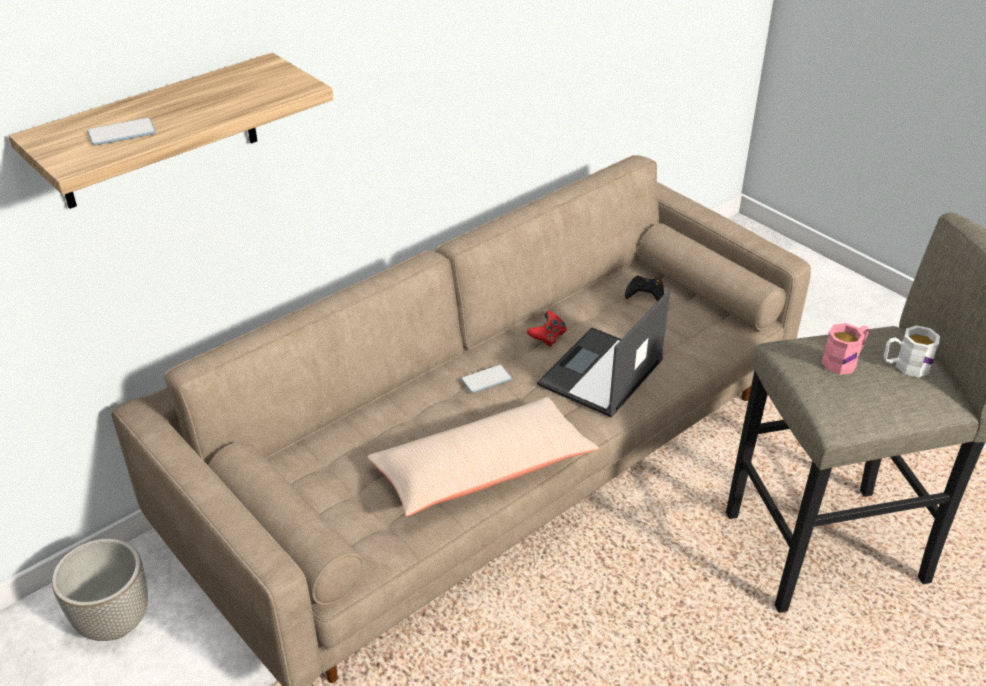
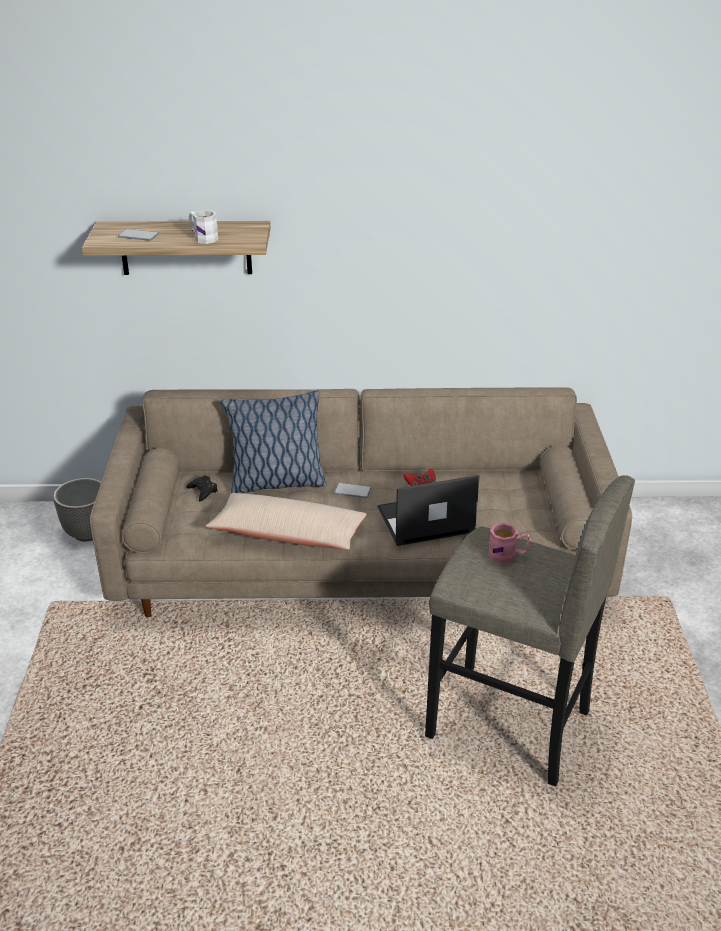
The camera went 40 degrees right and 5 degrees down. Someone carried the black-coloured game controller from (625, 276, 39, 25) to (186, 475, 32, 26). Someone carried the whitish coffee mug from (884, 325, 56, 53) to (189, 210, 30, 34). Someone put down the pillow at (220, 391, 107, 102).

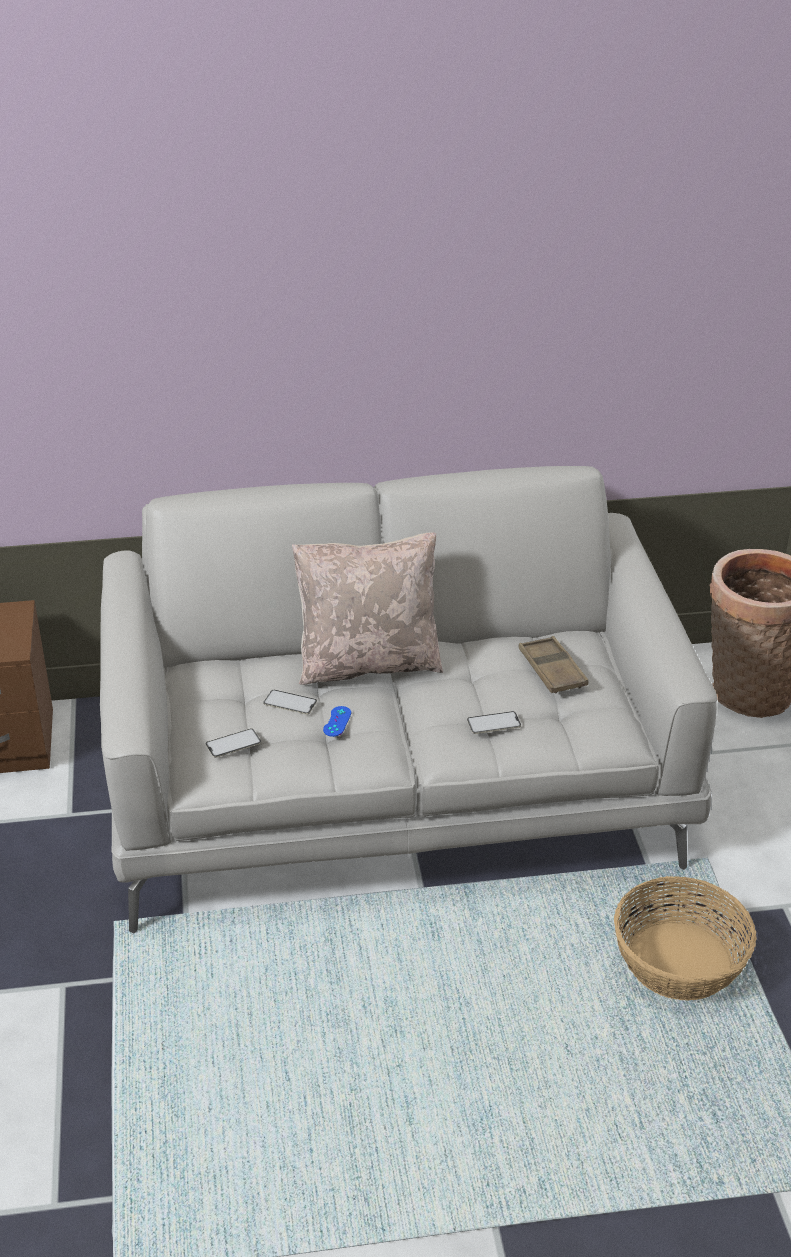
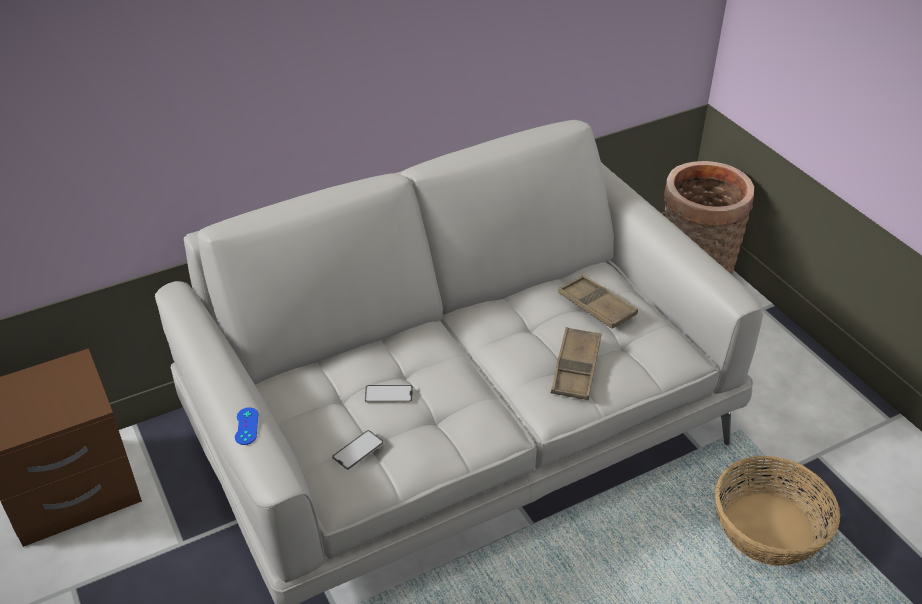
The camera went 20 degrees left and 5 degrees up. Someone took away the sand-coloured pillow at (292, 532, 152, 153). Someone carried the blue-coloured game controller from (323, 706, 28, 31) to (235, 407, 23, 38). Someone swapped the telephone at (467, 711, 54, 23) for the brownish carrying tray at (551, 327, 51, 73).

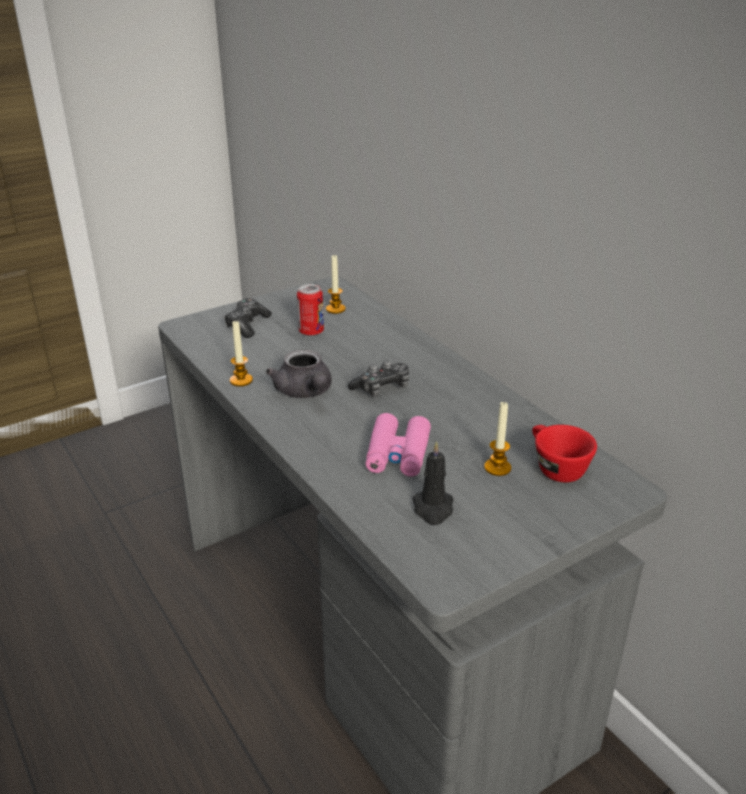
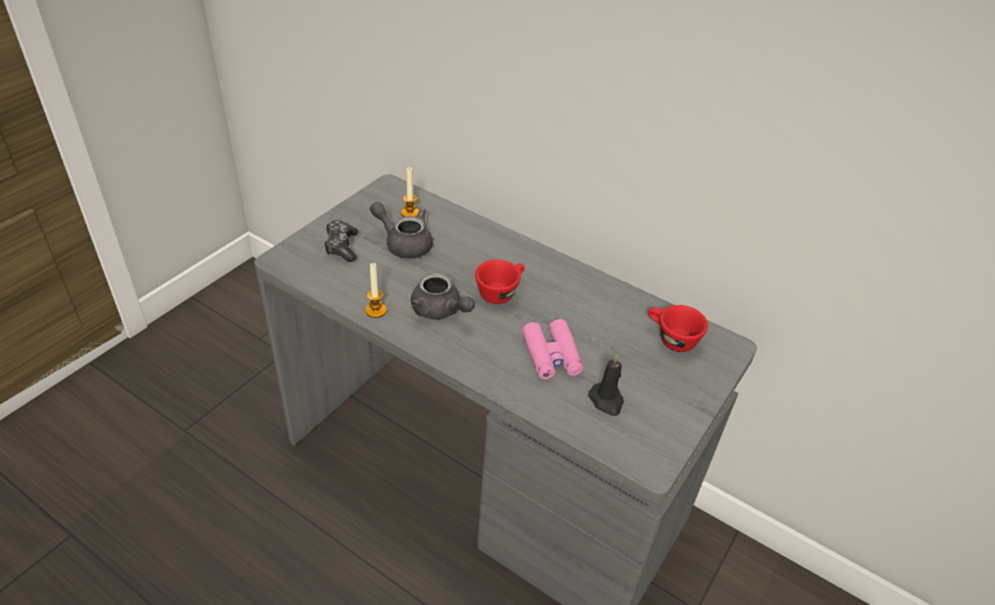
The camera went 25 degrees left and 10 degrees up. Someone swapped the metal can at (297, 284, 27, 52) for the greyish teapot at (370, 202, 63, 56). Someone swapped the game controller at (348, 361, 61, 36) for the red-coloured drinking cup at (475, 260, 49, 44). Someone took away the candle at (484, 401, 27, 75).

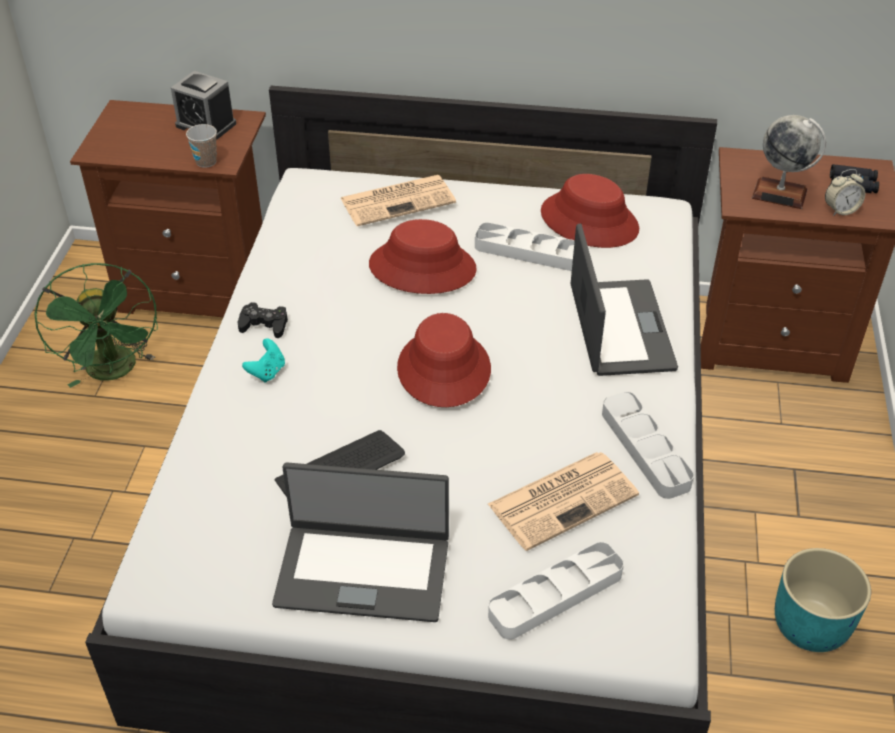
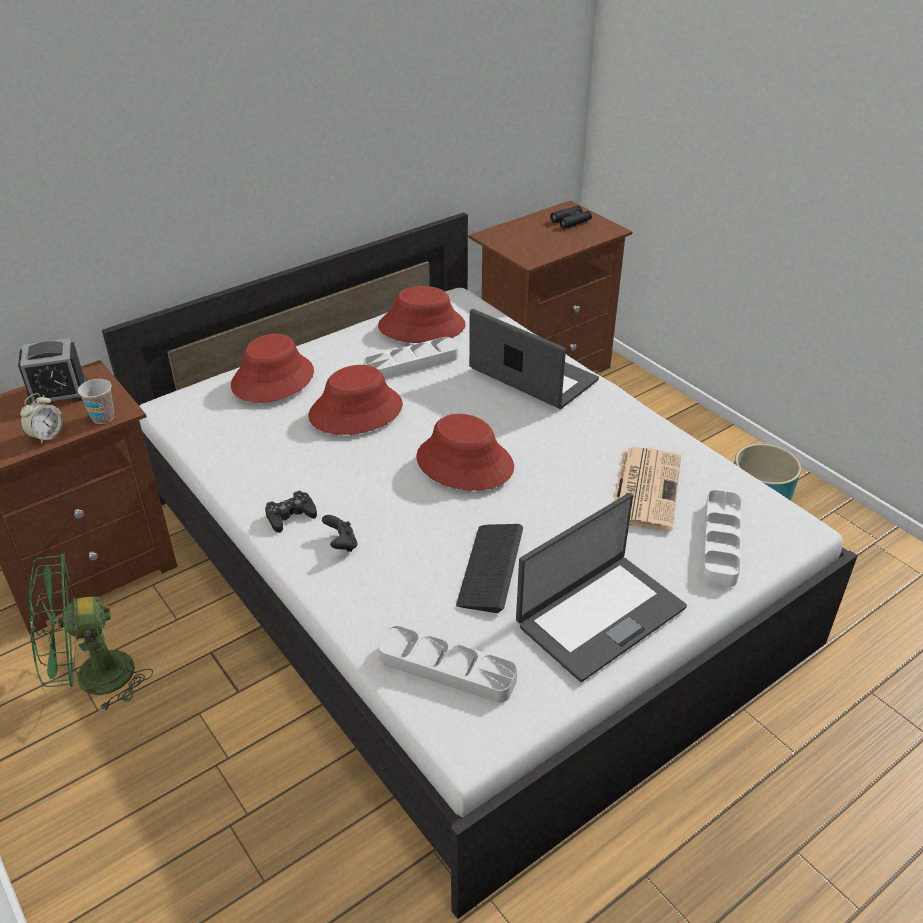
The camera went 45 degrees left and 5 degrees down. Someone rotated the green-coloured fan at (34, 263, 124, 125) by 135 degrees clockwise. Someone repainted the turquoise-coloured game controller at (242, 338, 43, 45), which became the black-coloured game controller at (322, 515, 35, 37). Someone swapped the printed paper at (341, 175, 115, 51) for the red-coloured hat at (231, 334, 83, 69). Someone carried the greyish carrying tray from (602, 392, 92, 107) to (379, 626, 138, 77). Someone took away the globe at (752, 115, 74, 94). Someone carried the bedside clock from (825, 169, 40, 47) to (20, 393, 43, 52).

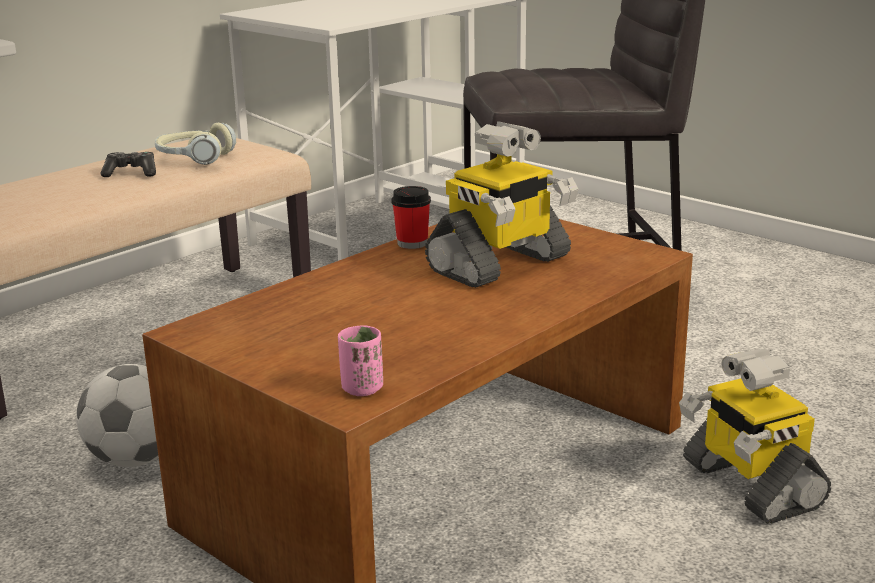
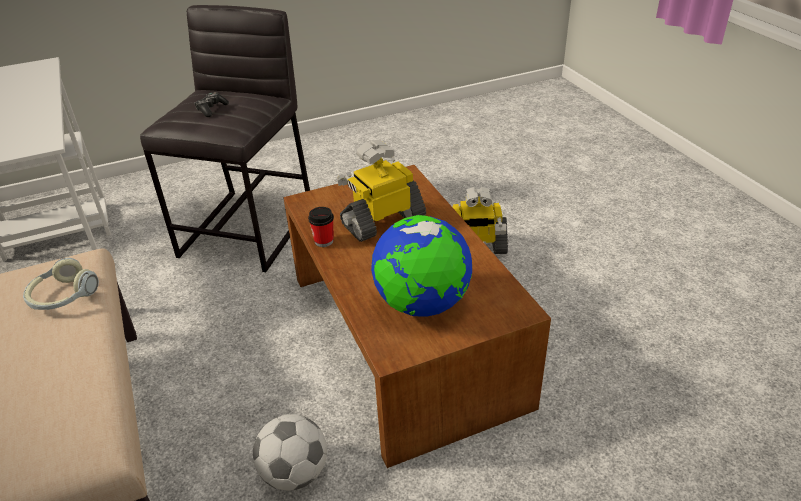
The camera went 65 degrees left and 15 degrees up. Someone carried the game controller from (100, 152, 56, 25) to (194, 92, 35, 25). Someone took away the pinkish drinking cup at (338, 325, 45, 71). Someone rotated the robot figure at (425, 121, 153, 167) by 105 degrees counterclockwise. Someone put down the globe at (371, 215, 101, 102).

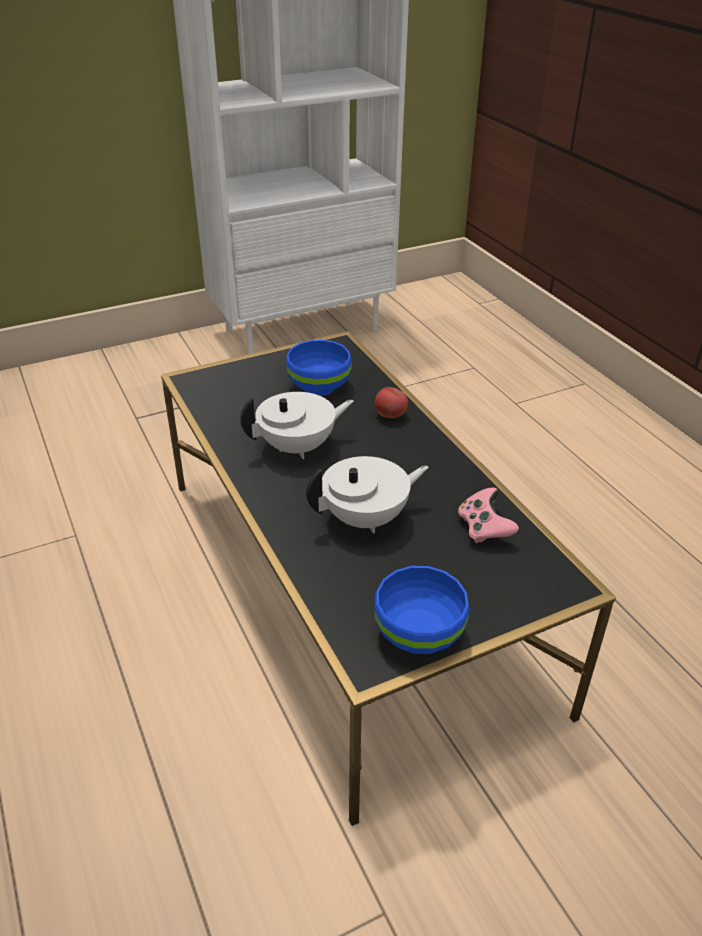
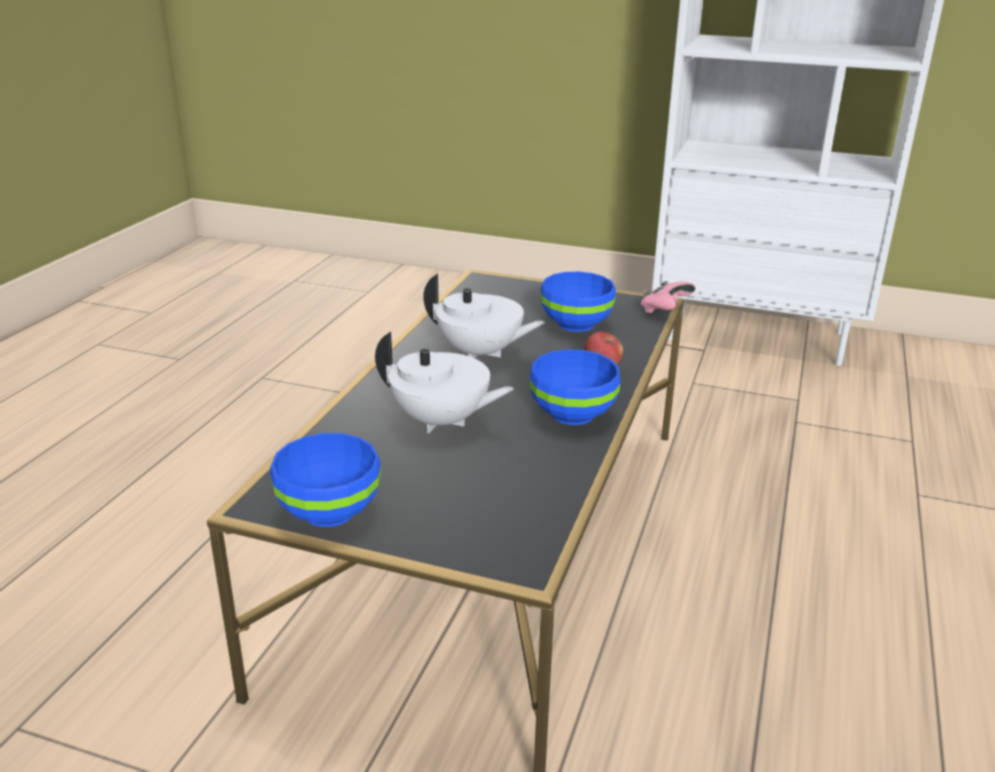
The camera went 45 degrees right and 10 degrees down. Someone carried the pinkish game controller from (458, 488, 61, 55) to (641, 281, 55, 32). Someone put down the blue-coloured deep dish at (530, 349, 90, 76).

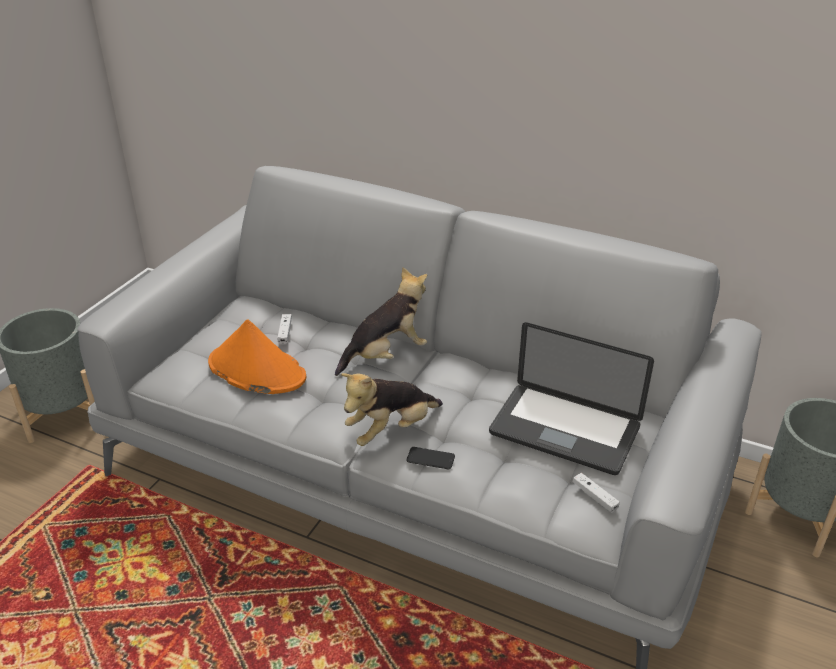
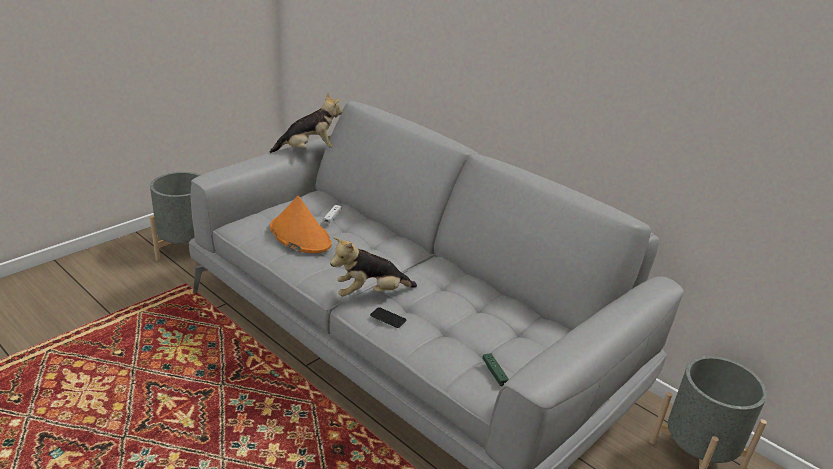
The camera went 15 degrees right and 5 degrees down. Someone carried the cuddly toy from (335, 267, 92, 109) to (269, 93, 74, 60). Someone took away the laptop at (489, 322, 165, 153). Someone repainted the whitish game controller at (573, 473, 47, 40), which became the green-coloured game controller at (482, 353, 27, 33).

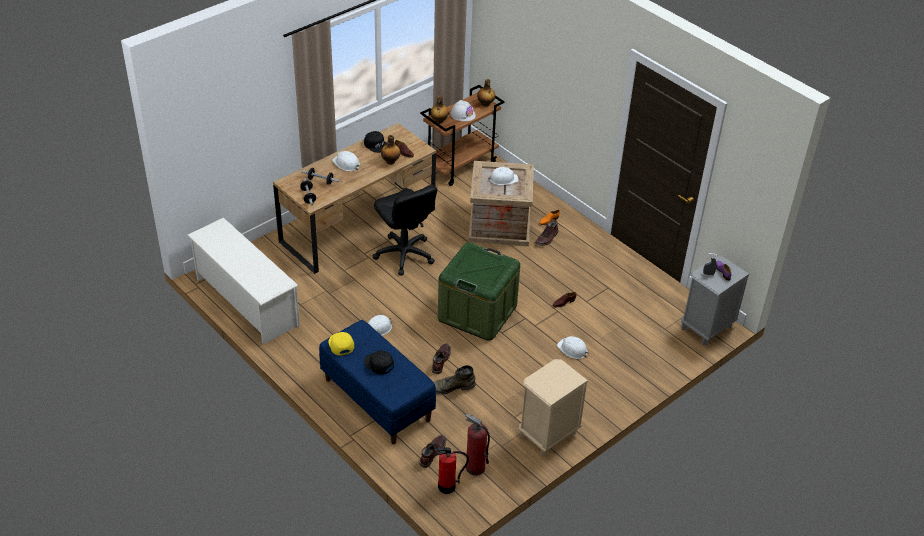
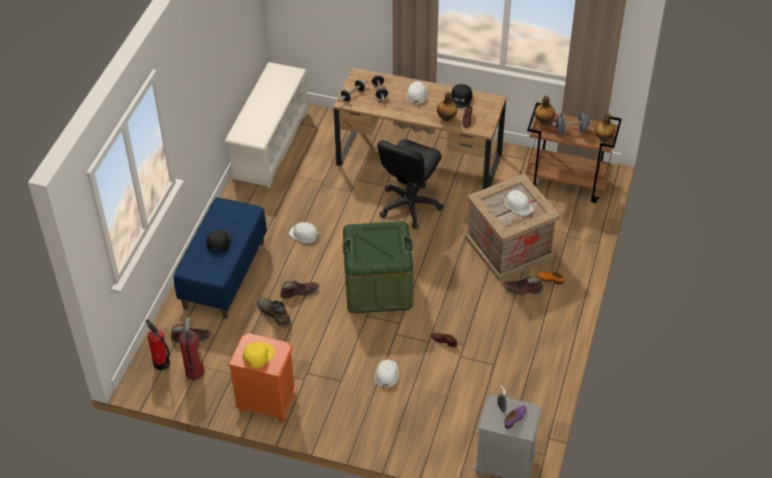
The camera went 60 degrees right and 5 degrees up. Someone carried the yellow cap from (328, 332, 26, 23) to (243, 342, 31, 26). Someone swapped the whitish hard hat at (450, 100, 26, 21) for the greyish free weight at (552, 112, 40, 23). Someone repainted the sand-coloured nightstand at (519, 359, 69, 97), which became the orangey nightstand at (228, 333, 69, 90).

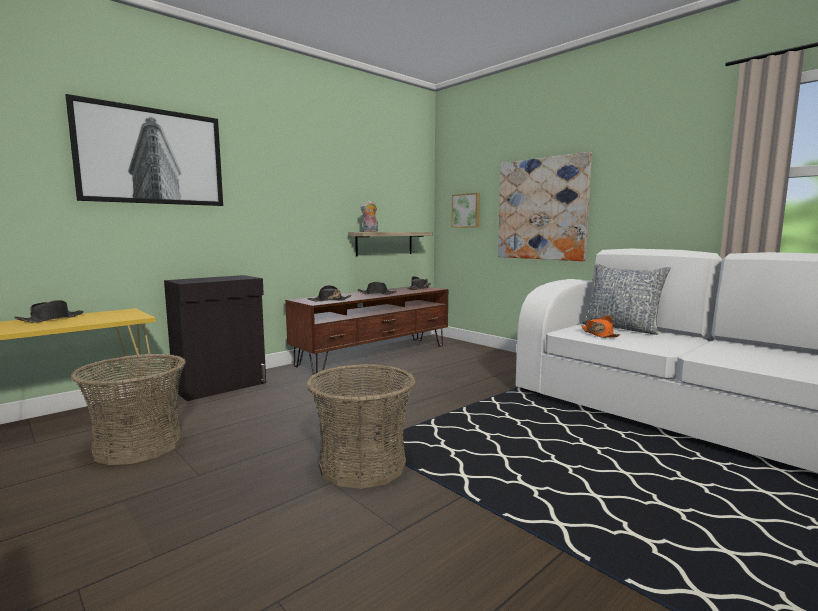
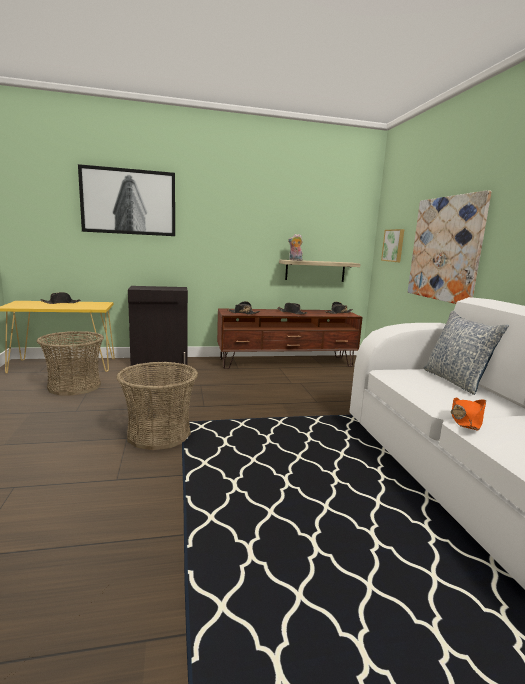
The camera went 30 degrees right and 5 degrees up. Someone carried the orangey hat from (582, 316, 38, 22) to (451, 397, 35, 33).

